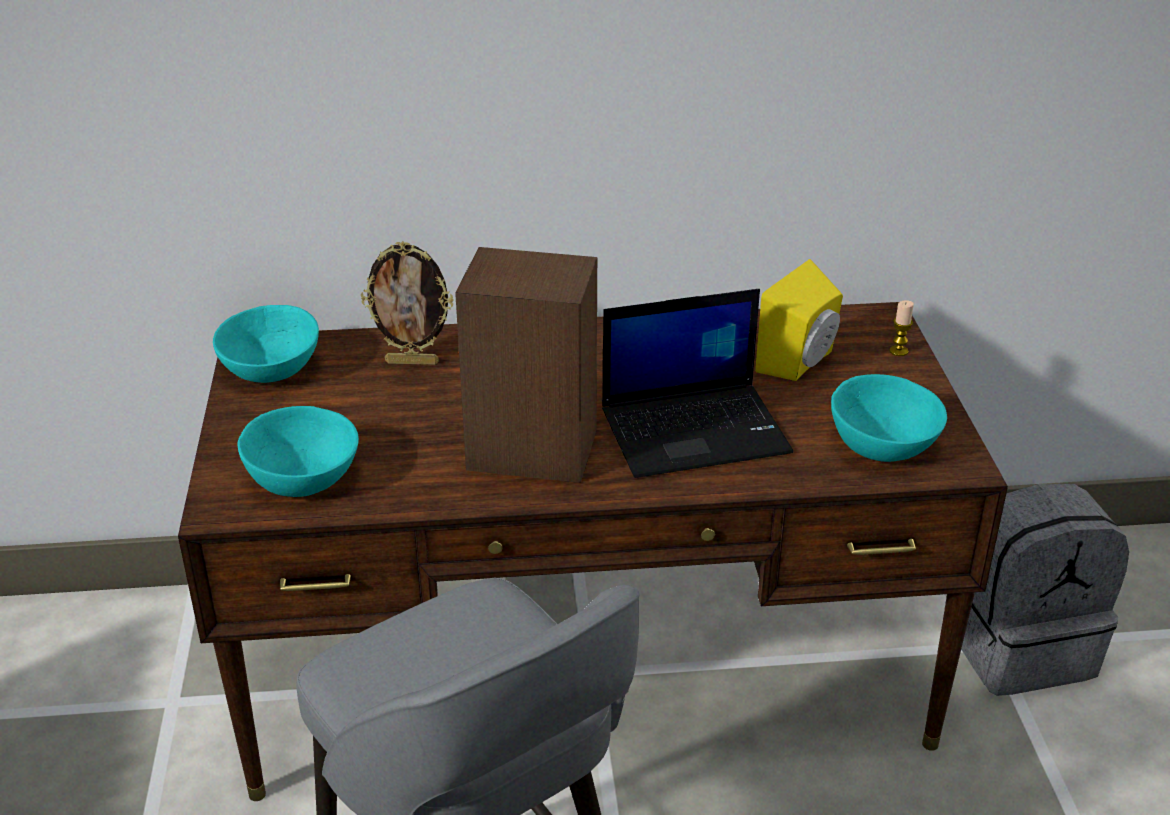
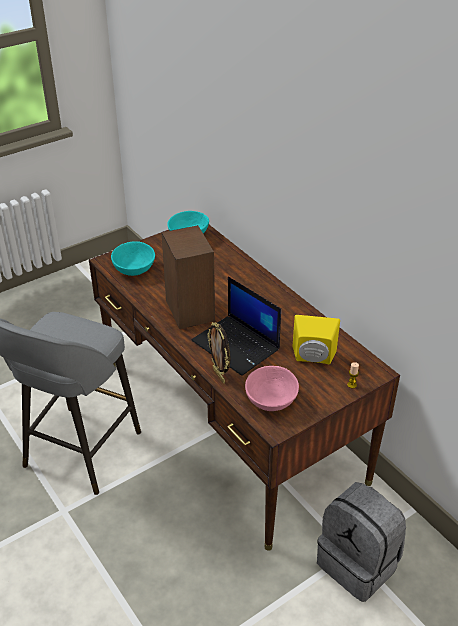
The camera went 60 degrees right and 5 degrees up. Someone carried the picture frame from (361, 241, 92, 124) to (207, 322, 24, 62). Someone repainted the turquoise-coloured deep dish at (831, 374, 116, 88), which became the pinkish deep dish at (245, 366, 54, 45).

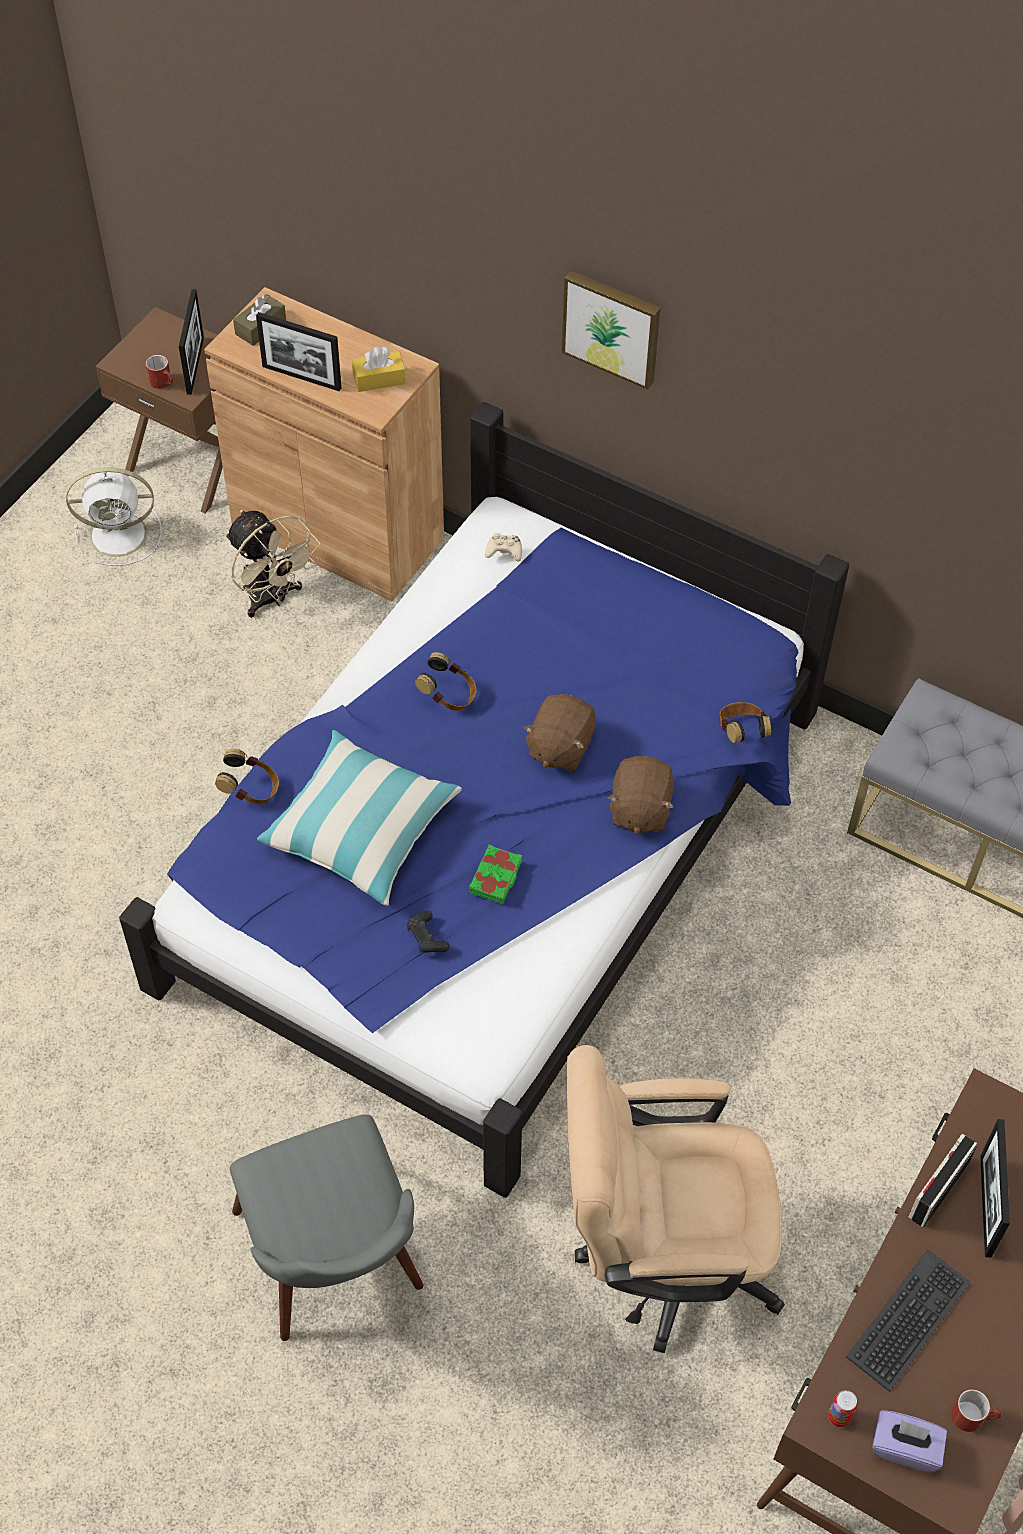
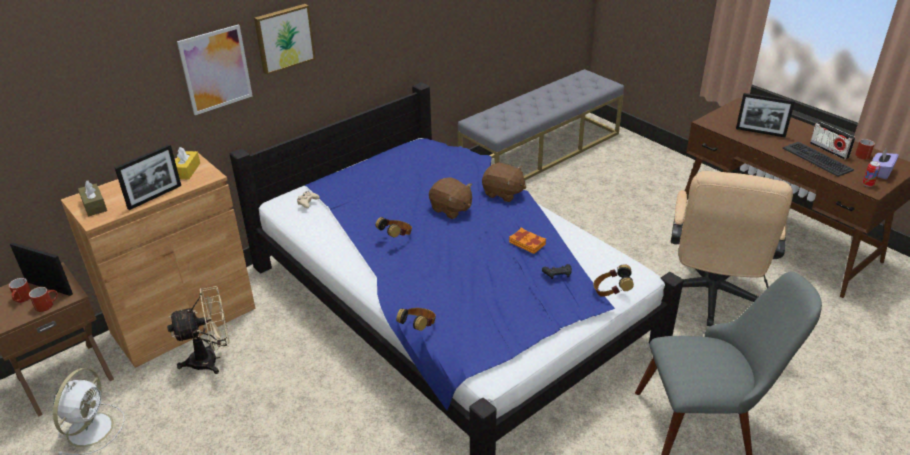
The camera went 70 degrees left and 20 degrees down. Someone took away the pillow at (257, 730, 205, 176). Someone repainted the green-coloured volume at (469, 844, 53, 60), which became the orangey volume at (509, 228, 37, 26). Someone carried the headset from (719, 702, 52, 41) to (593, 264, 41, 33). Someone carried the radio from (909, 1134, 68, 93) to (810, 122, 46, 38). Someone put down the red-coloured coffee mug at (9, 278, 22, 25). Someone put up the picture at (177, 24, 76, 91).

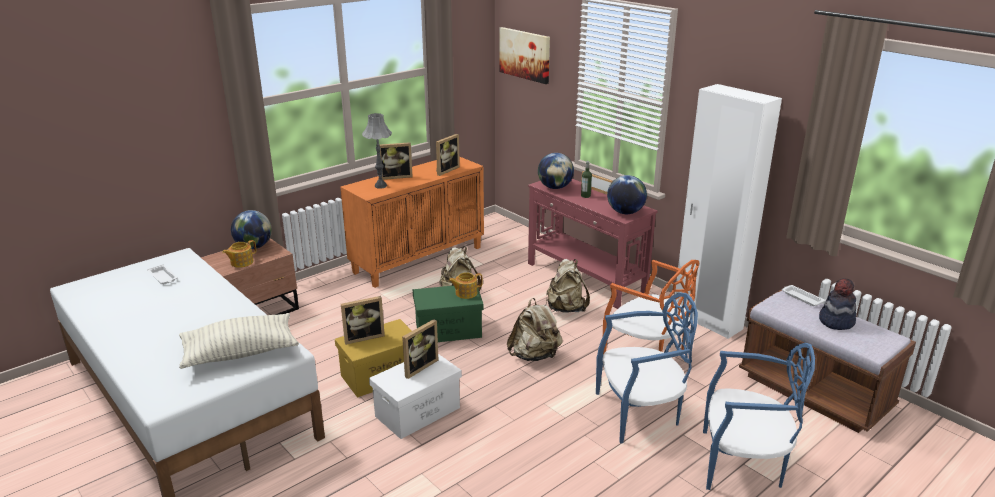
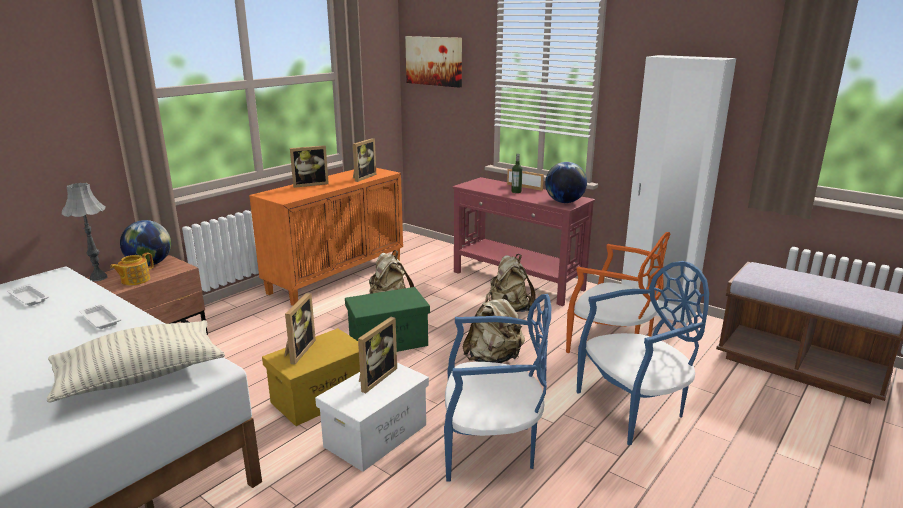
The camera went 10 degrees left and 5 degrees down. Someone rotated the picture frame at (341, 296, 44, 49) by 45 degrees counterclockwise. Someone carried the greyish table lamp from (362, 113, 30, 76) to (61, 183, 47, 98). Someone took away the teapot at (448, 272, 35, 27). Someone took away the globe at (538, 153, 36, 36). Someone carried the blue-coloured plain chair from (703, 343, 112, 147) to (444, 294, 107, 187). Someone carried the whitish carrying tray from (782, 285, 44, 21) to (79, 304, 42, 25). Someone took away the hat at (819, 278, 37, 52).

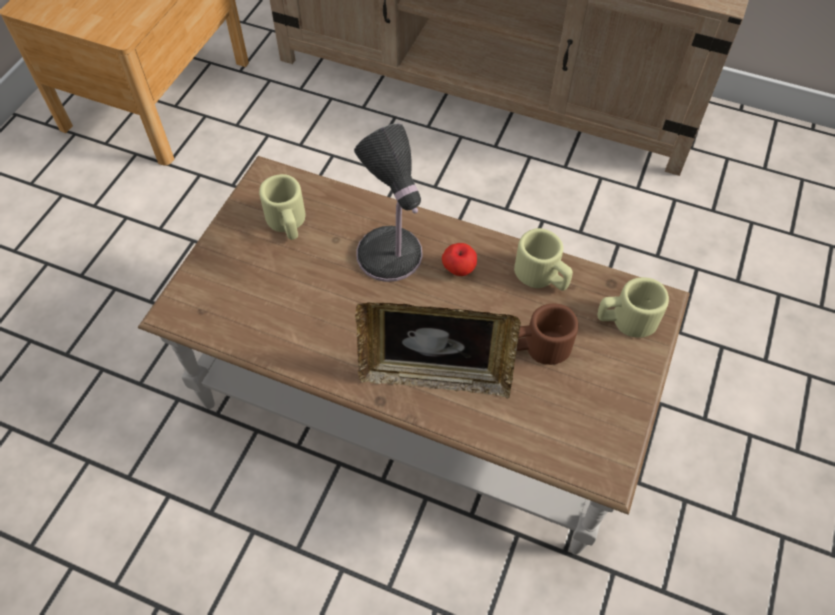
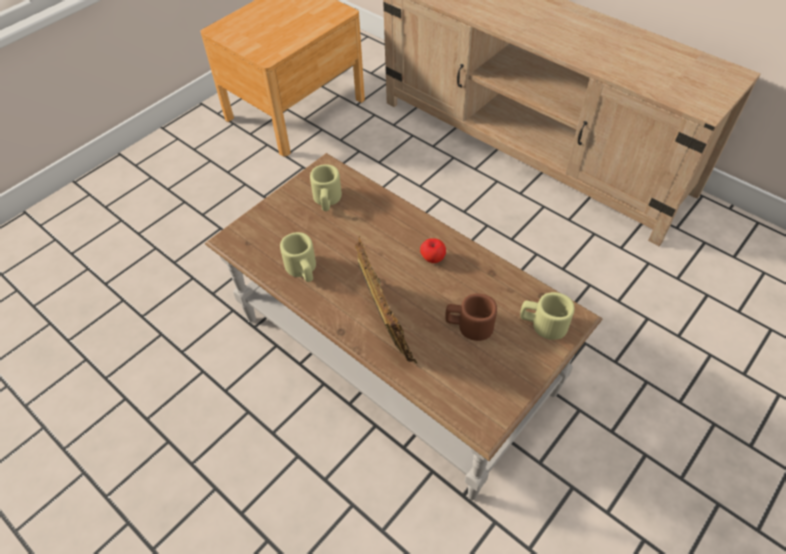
The camera went 20 degrees right and 5 degrees down. Someone took away the table lamp at (354, 123, 69, 159). Someone rotated the picture frame at (355, 302, 166, 97) by 135 degrees counterclockwise. Someone carried the sand-coloured coffee mug from (514, 228, 59, 63) to (280, 232, 36, 50).

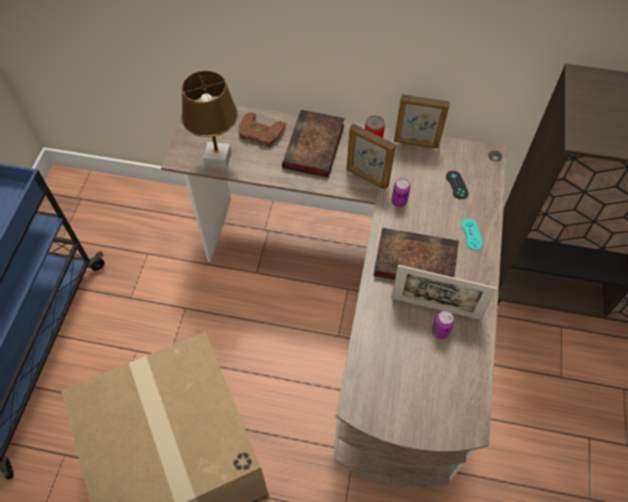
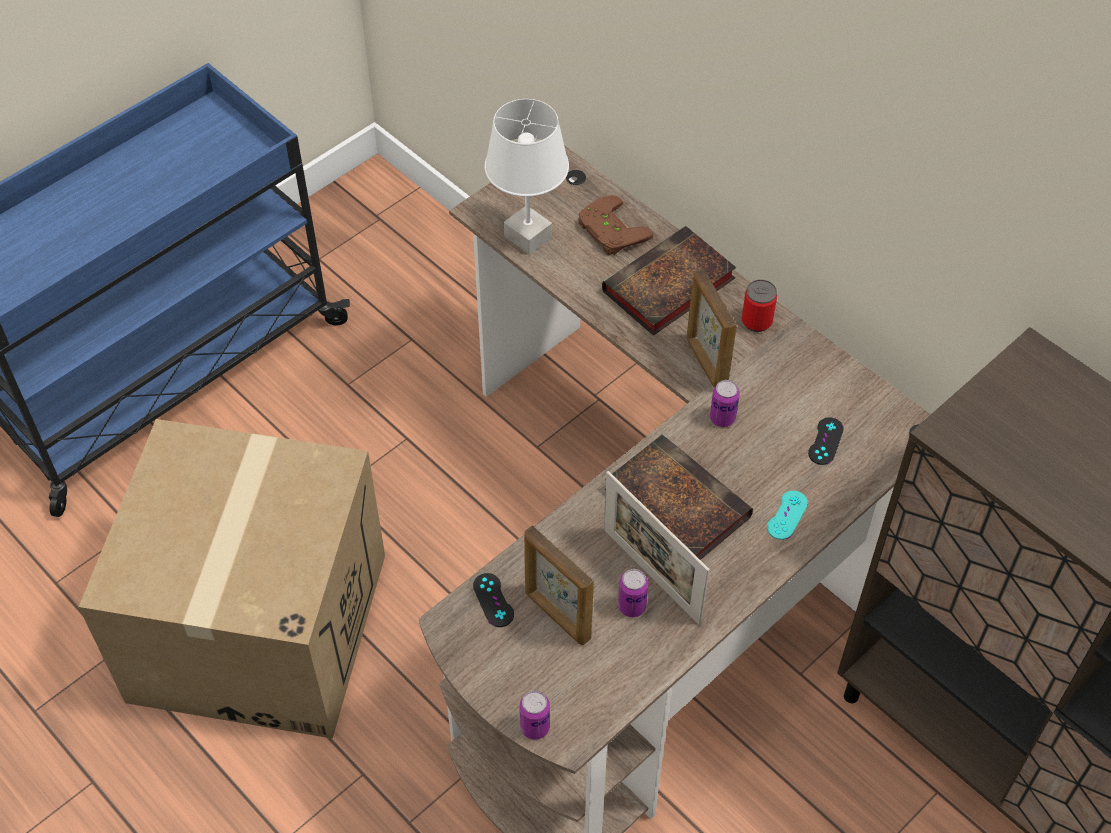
The camera went 35 degrees right and 5 degrees down. Someone repainted the brownish table lamp at (181, 70, 57, 99), which became the whitish table lamp at (485, 99, 84, 156). Someone carried the picture frame from (394, 94, 56, 55) to (524, 525, 70, 120). Someone put down the black-coloured game controller at (473, 573, 41, 54). Someone put down the metal can at (519, 691, 31, 49).

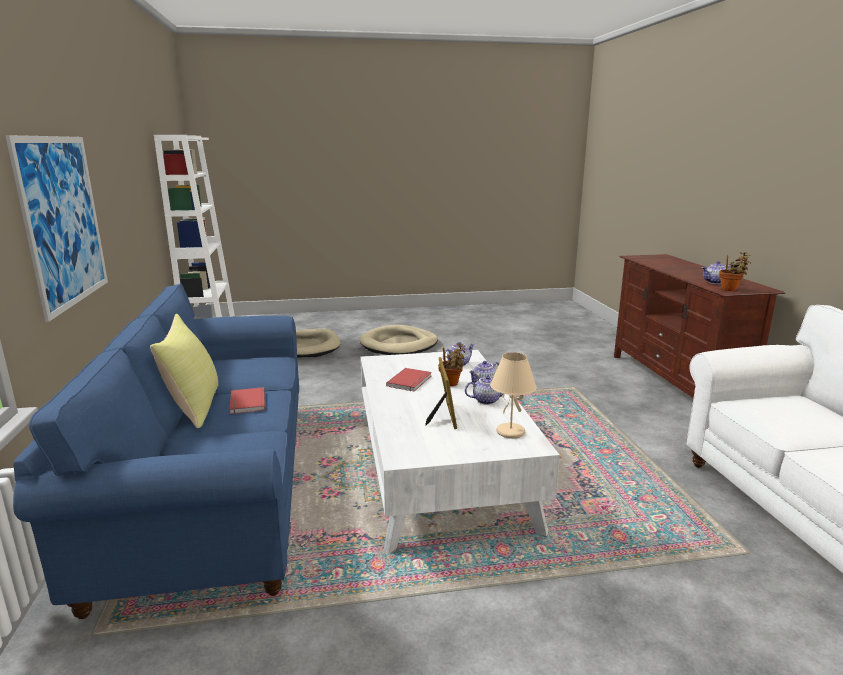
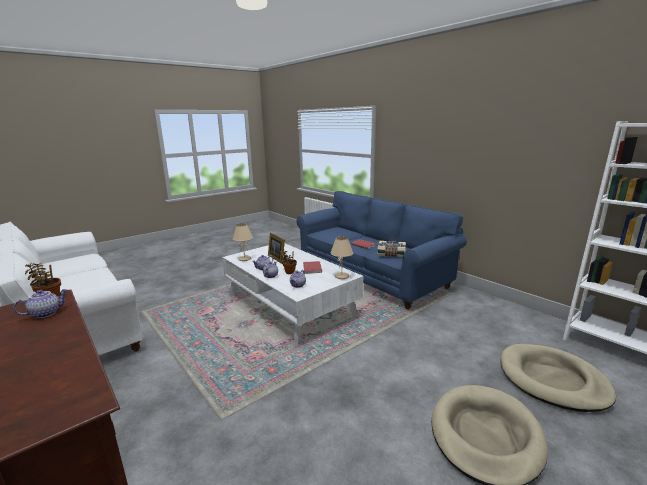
The camera went 150 degrees right and 0 degrees up. Someone took away the picture at (5, 135, 103, 187). Someone took away the yellow pillow at (150, 314, 68, 114). Someone put down the sand-coloured table lamp at (330, 236, 23, 43). Someone put down the volume at (377, 241, 29, 16).

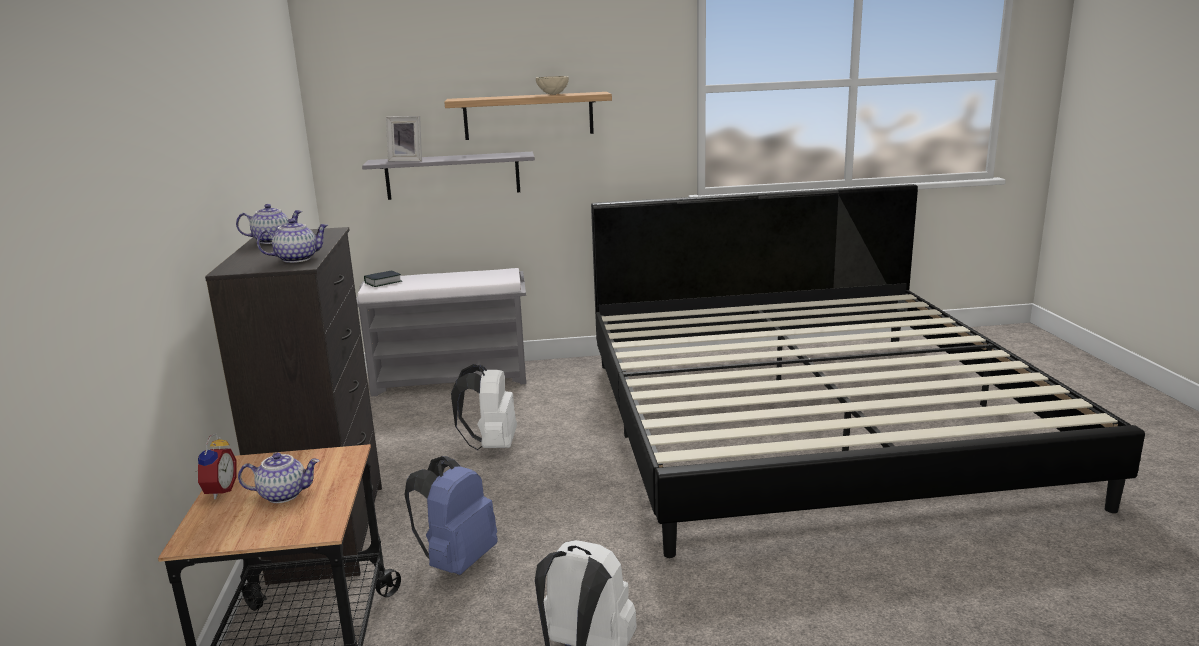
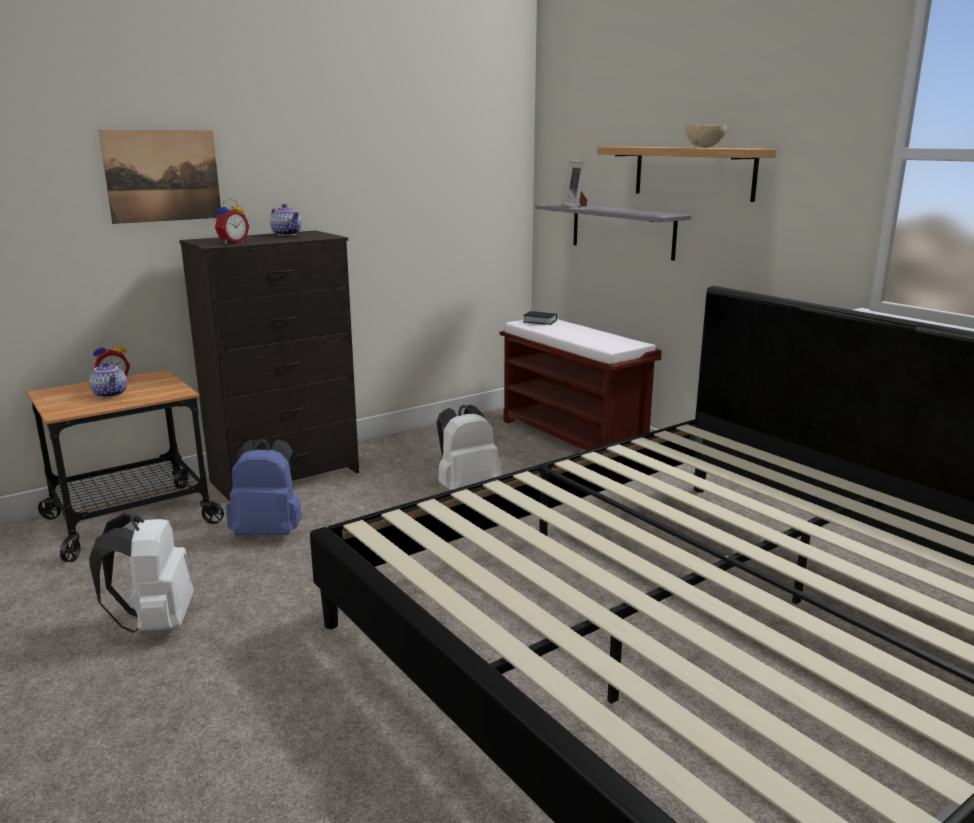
The camera went 60 degrees right and 0 degrees up. Someone swapped the teapot at (257, 219, 71, 44) for the bedside clock at (215, 198, 34, 46). Someone repainted the greyish bench at (356, 268, 170, 129), which became the brownish bench at (500, 319, 162, 132). Someone put up the picture at (98, 130, 123, 94).

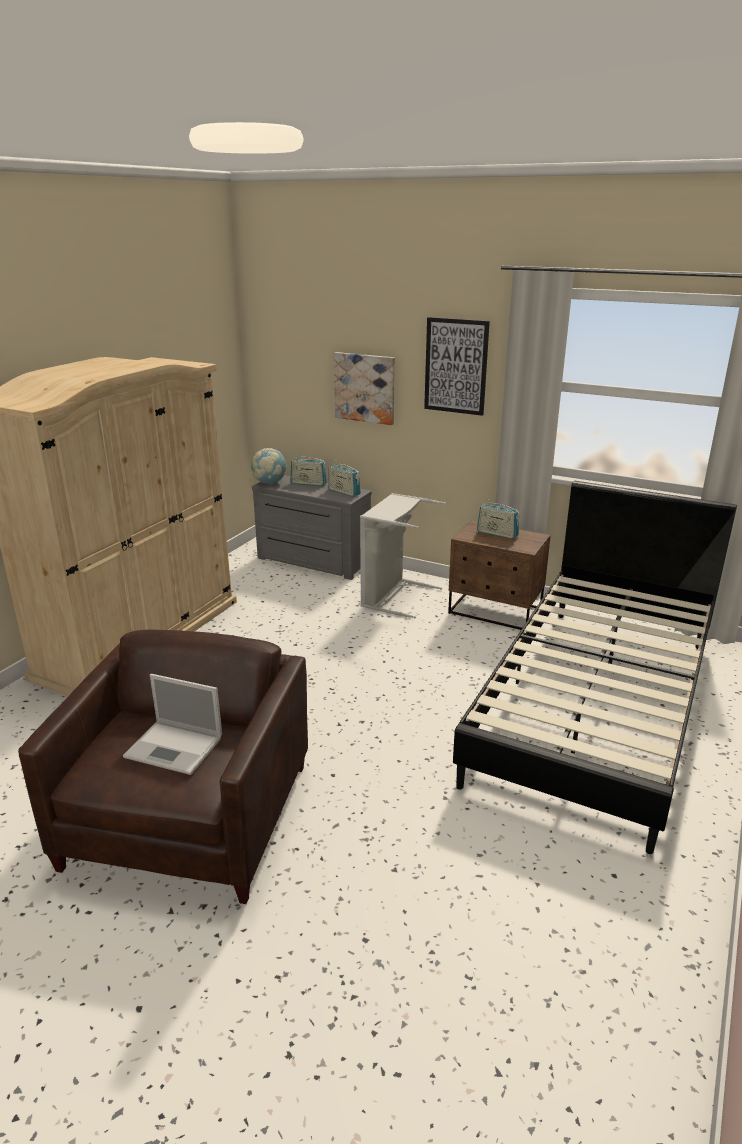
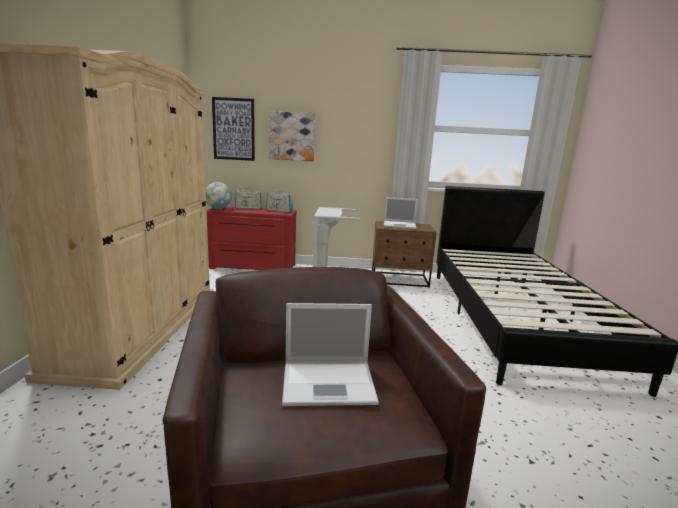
The camera went 25 degrees left and 10 degrees down. Someone repainted the greyish drawer chest at (252, 475, 120, 105), which became the red-coloured drawer chest at (206, 206, 91, 64). Someone carried the picture from (424, 317, 66, 99) to (212, 97, 43, 64). Someone swapped the radio at (477, 499, 42, 40) for the laptop at (384, 197, 34, 32).

